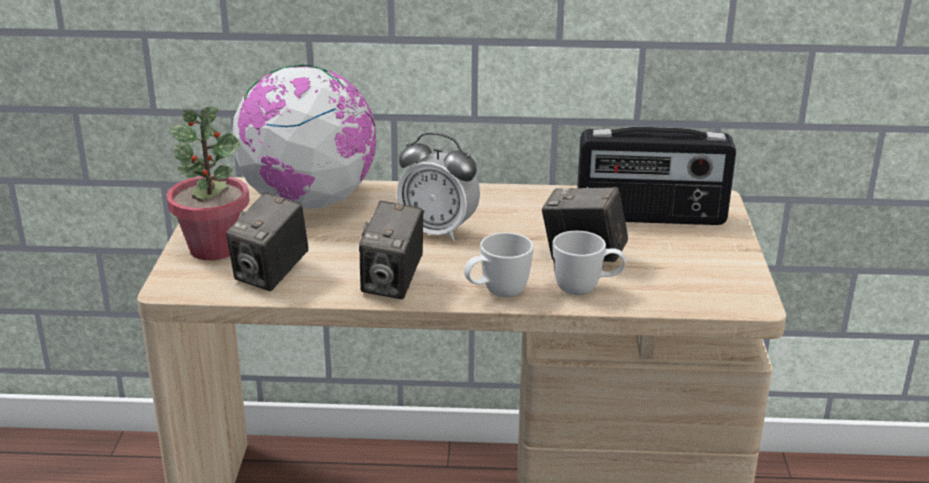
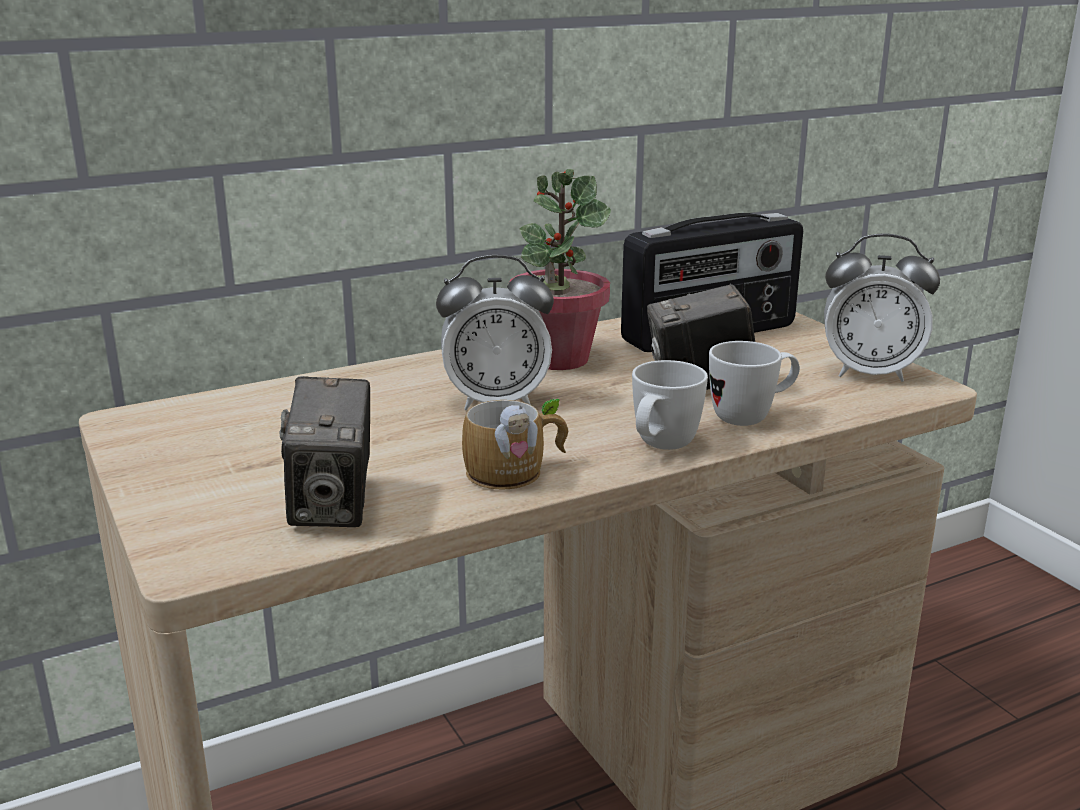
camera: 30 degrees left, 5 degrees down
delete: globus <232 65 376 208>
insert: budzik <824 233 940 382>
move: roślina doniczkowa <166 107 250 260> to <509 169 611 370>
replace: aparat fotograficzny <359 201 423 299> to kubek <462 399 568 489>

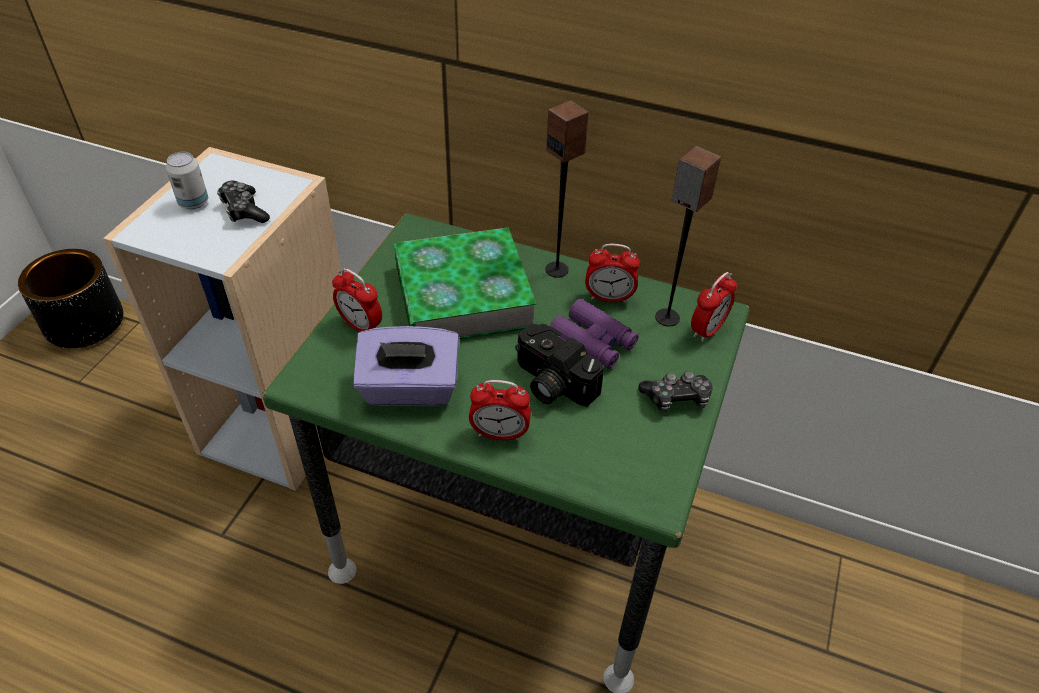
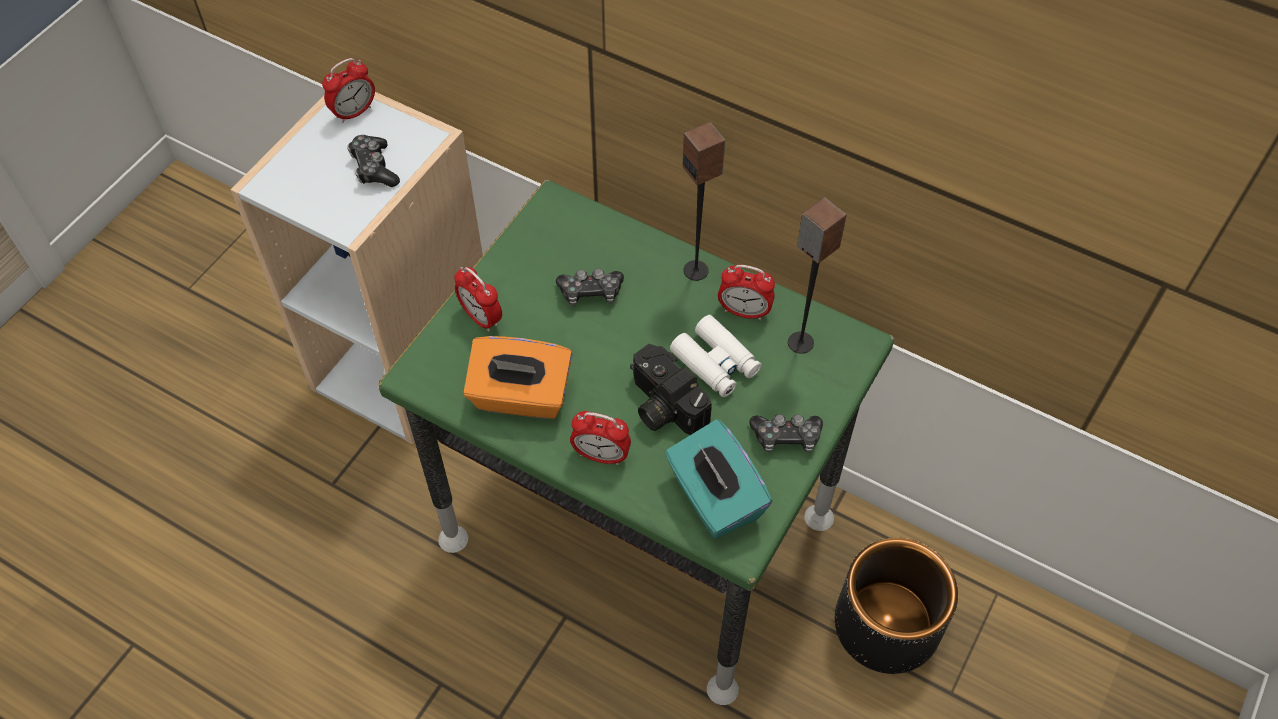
camera: 10 degrees right, 10 degrees up
delete: puszka <166 152 208 209>
insert: pudełko chusteczek (turkusowy) <665 419 773 539>
move: budzik <691 272 737 342> to <322 58 375 123>; donica (czarny) <18 249 123 348> to <835 538 958 674>
replace: książka <394 227 536 339> to pad do gier <556 268 624 306>
recolor: pudełko chusteczek (fioletowy) <353 326 459 406> to pudełko chusteczek (pomarańczowy) <463 336 572 419>; lornetka (fioletowy) <550 299 639 369> to lornetka (biały) <670 315 762 397>

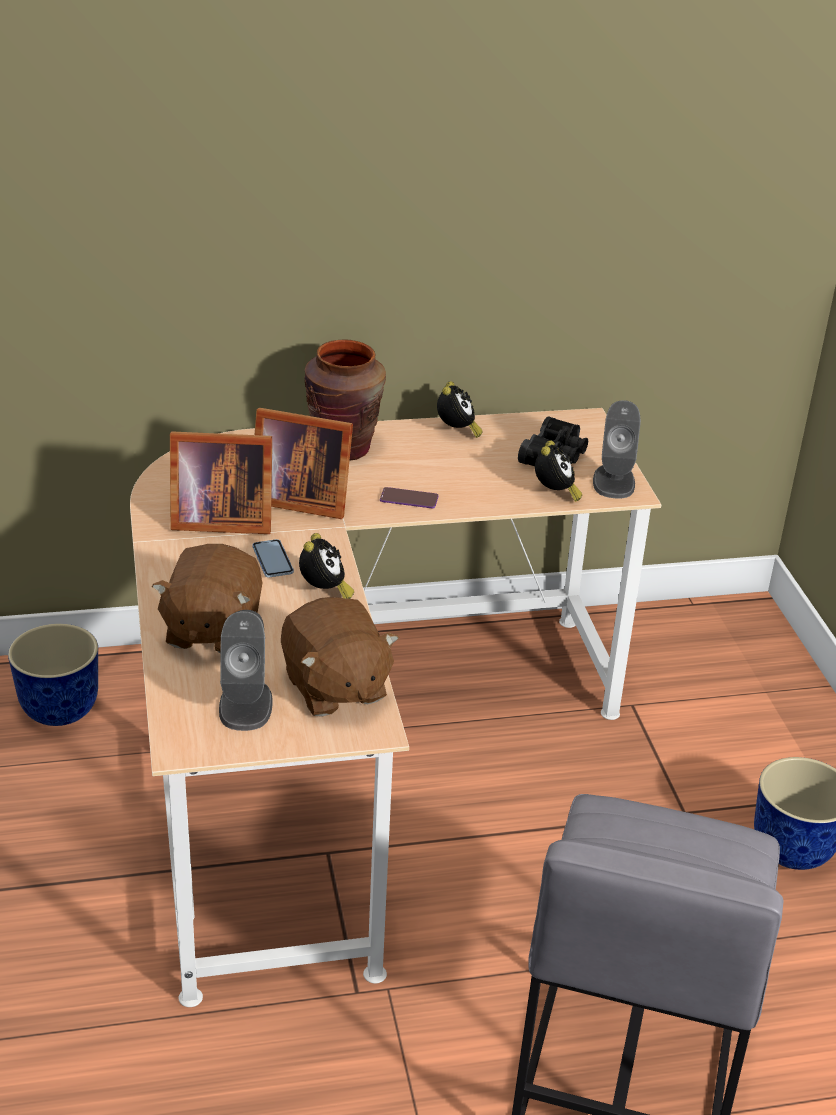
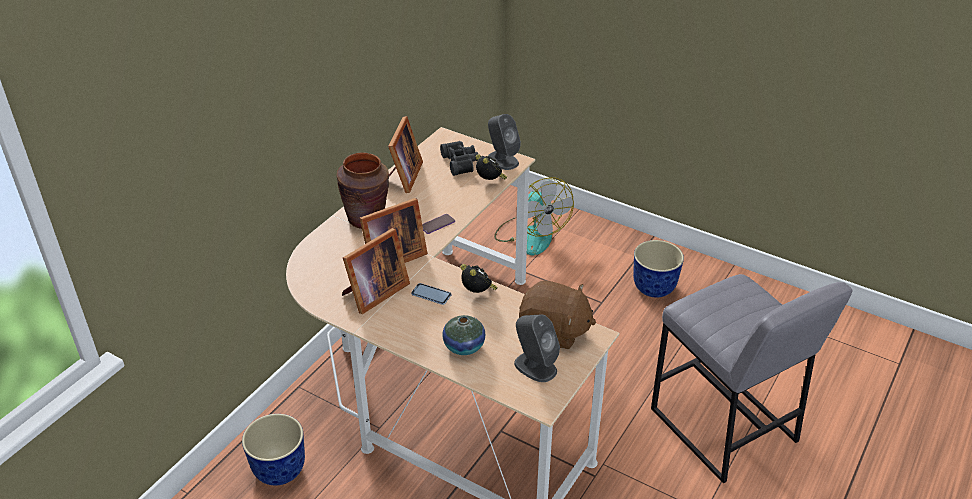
camera: 45 degrees left, 5 degrees up
insert: wentylator <494 177 574 255>
replace: budzik <437 381 483 438> to ramka na zdjęcie <388 116 423 193>; pluszak (brązowy) <152 544 263 654> to wazon <442 315 485 355>

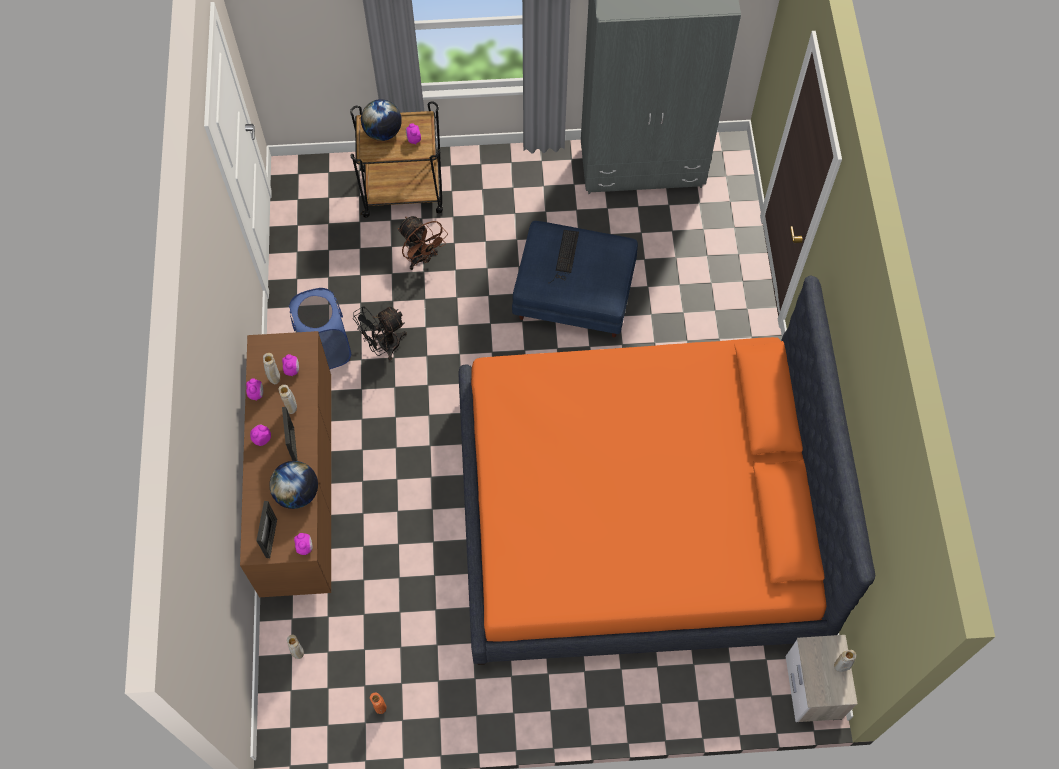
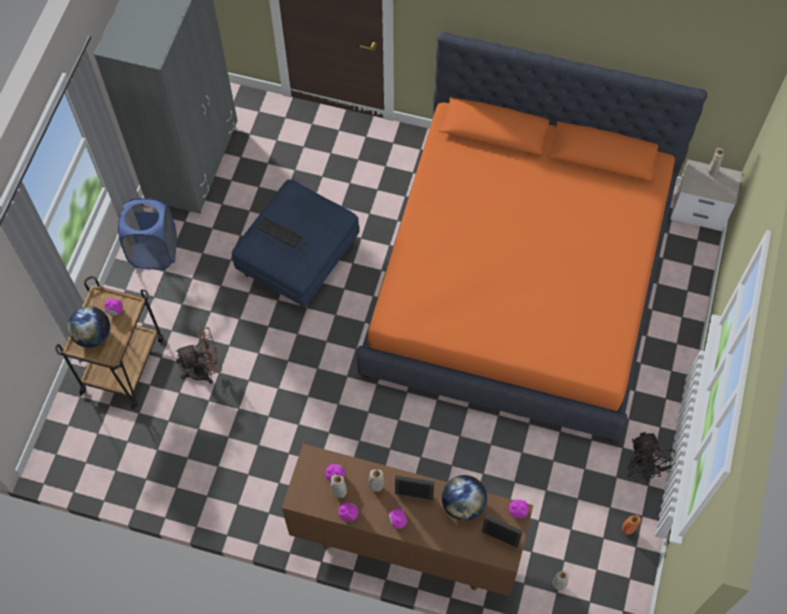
camera: 70 degrees left, 0 degrees up
move: kosz na pranie (niebieski) <289 288 352 369> to <118 198 177 269>; wentylator (czarny) <353 306 407 360> to <628 432 676 481>

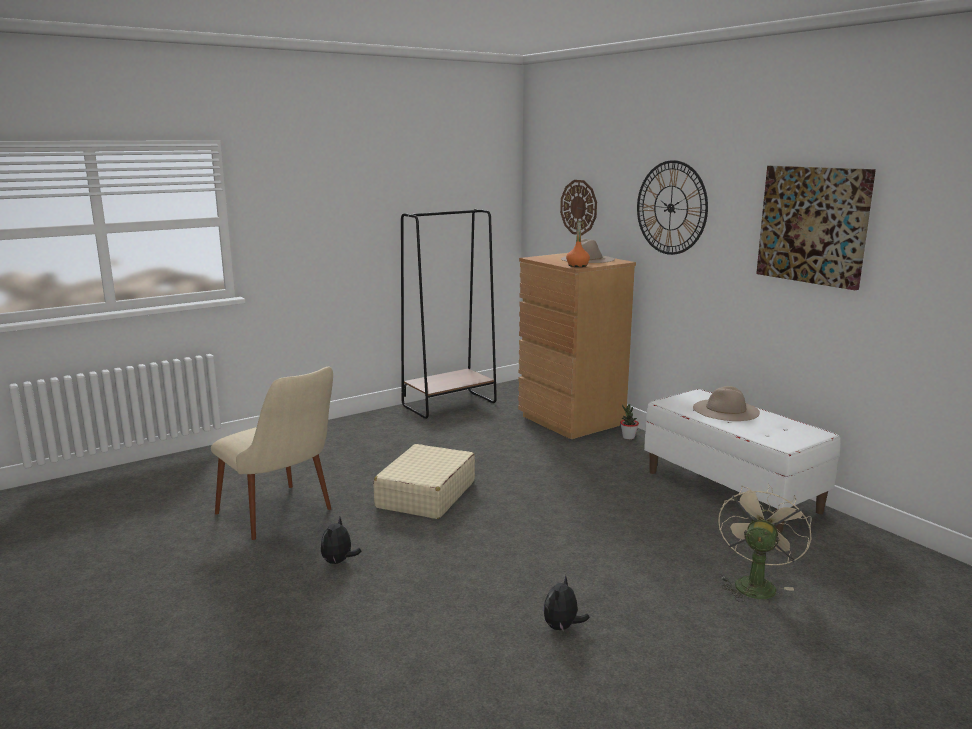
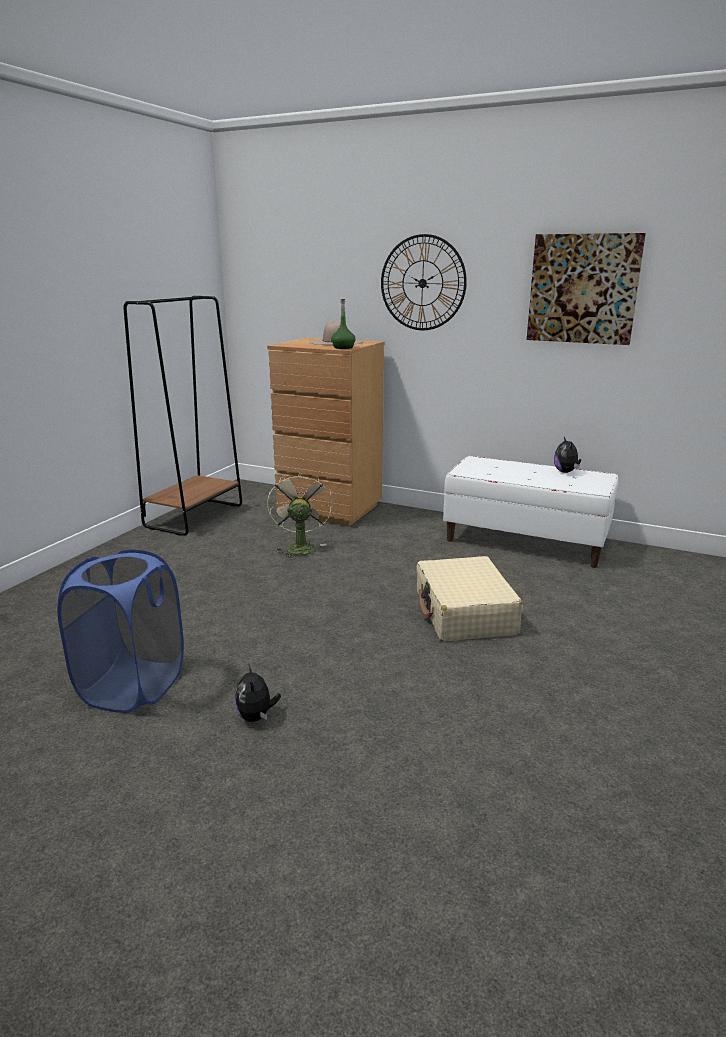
camera: 30 degrees left, 5 degrees up
delete: zegar ścienny <560 180 597 235>; roślina doniczkowa <620 404 639 440>; kapelusz (beżowy) <693 386 760 421>
move: wentylator (beżowy) <718 484 812 602> to <267 471 333 559>; walizka (beżowy) <374 444 475 519> to <416 556 523 641>; pluszak <543 574 590 632> to <554 437 581 473>
replace: krzesło (beżowy) <211 366 333 540> to kosz na pranie (niebieski) <57 549 184 713>
recolor: butelka (pomarańczowy) <566 221 590 267> to butelka (zielony) <331 299 356 349>

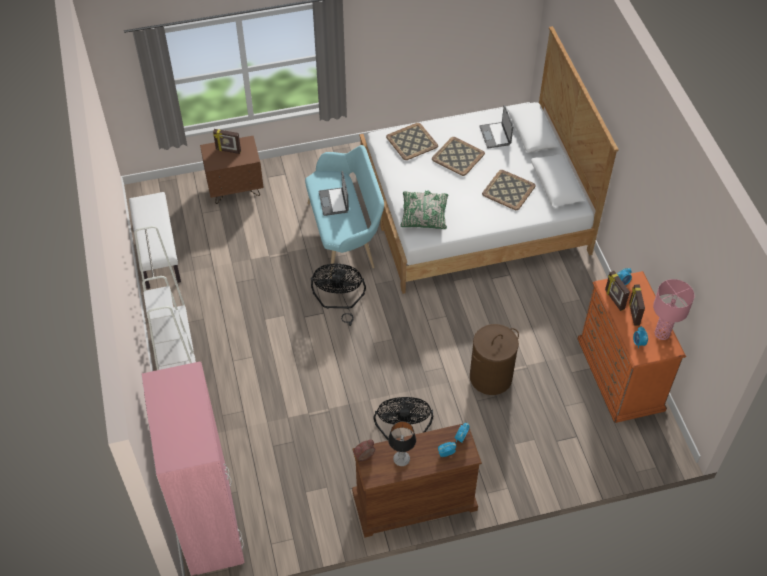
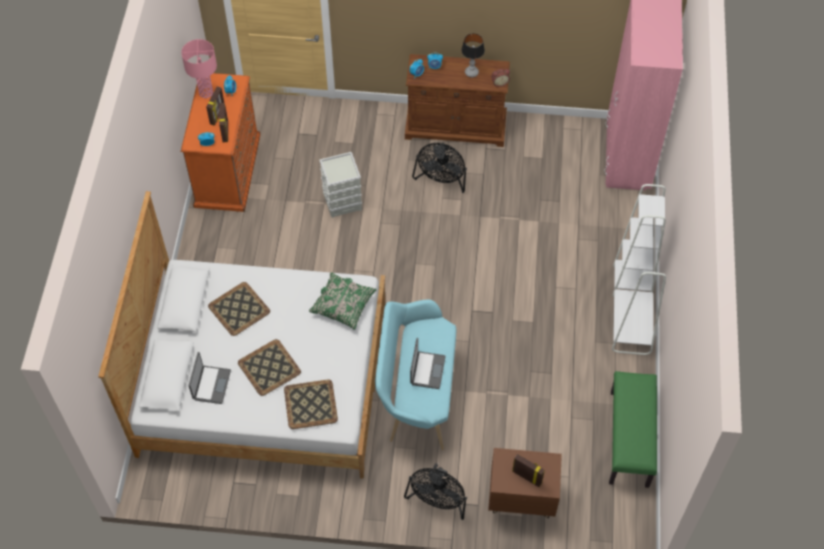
camera: 160 degrees left, 5 degrees up
move: wentylator (czarny) <311 264 366 326> to <404 464 467 520>
replace: kosz na pranie (brązowy) <470 324 519 395> to pojemnik do przechowywania (szary) <319 152 362 218>
recolor: ławka (biały) <129 192 181 289> to ławka (zielony) <609 371 657 488>

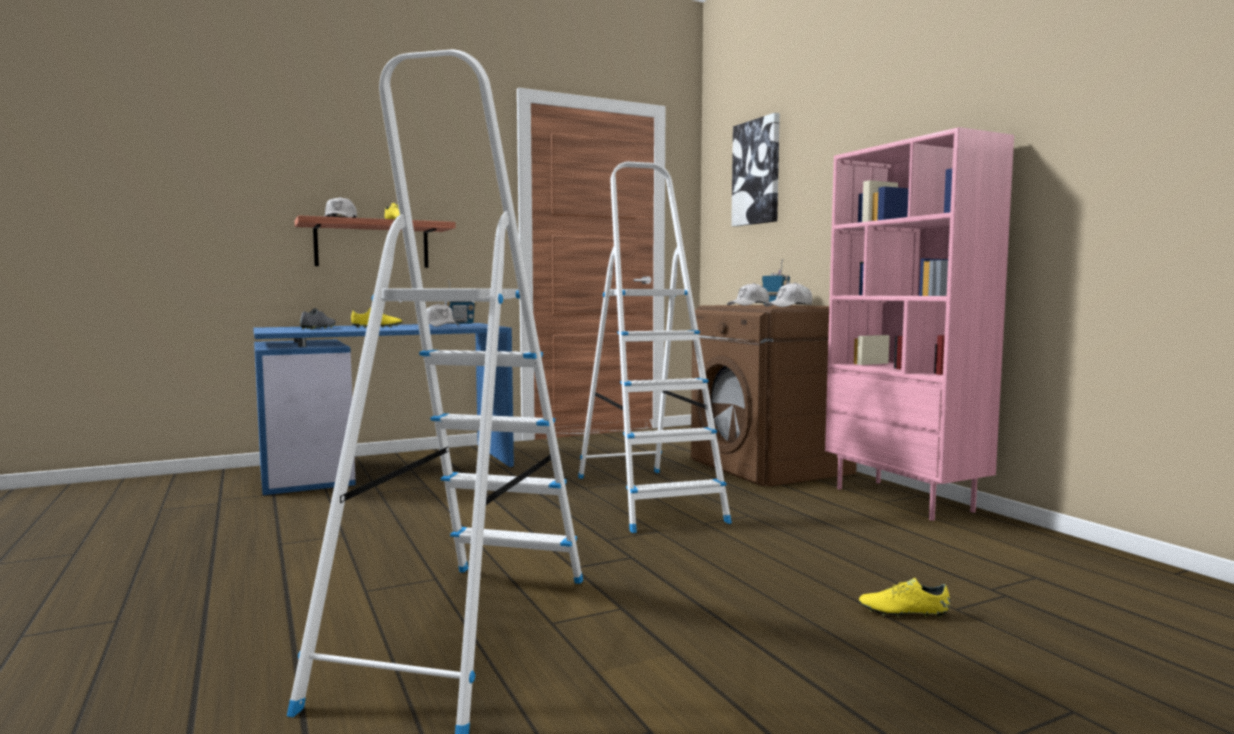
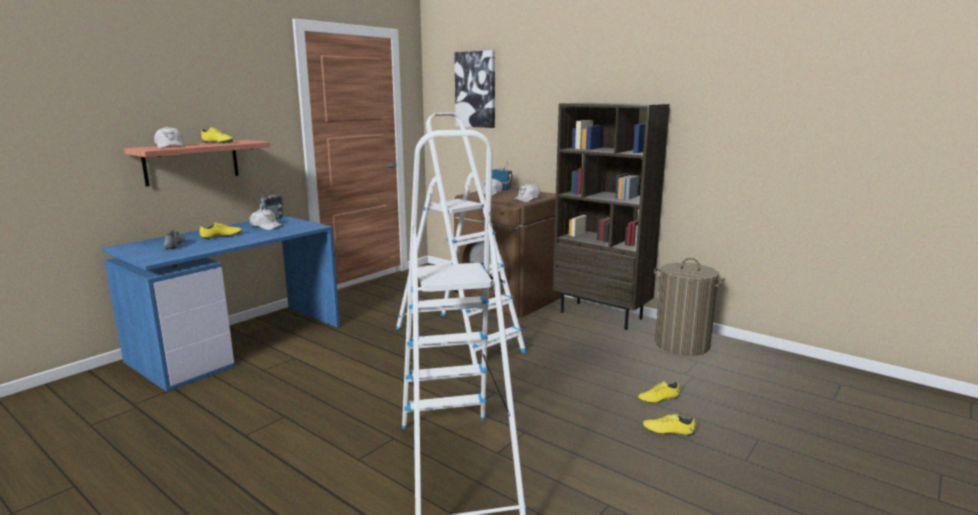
camera: 25 degrees left, 10 degrees up
insert: but (żółty) <643 413 696 437>; kosz na pranie <654 258 725 356>
recolor: regał (różowy) <825 127 1014 521> to regał (brązowy) <553 103 670 330>

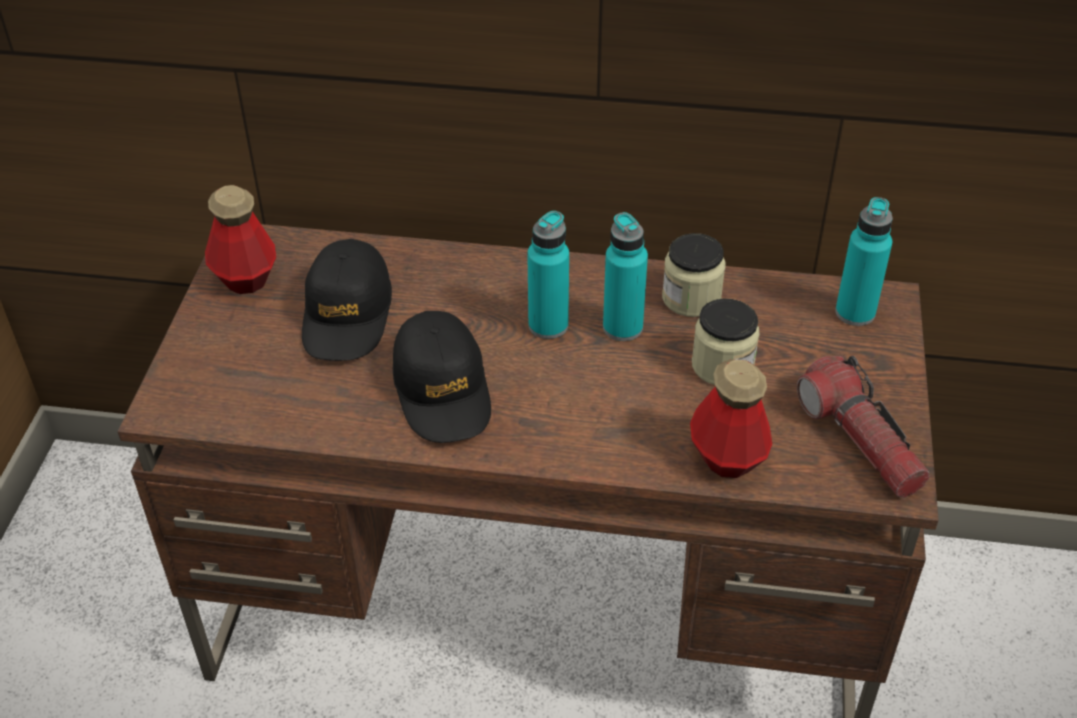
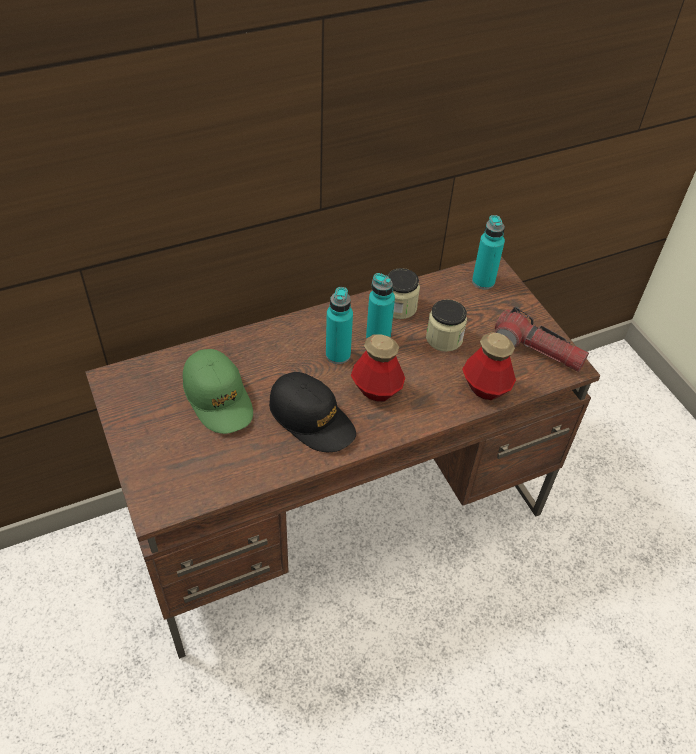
camera: 35 degrees left, 5 degrees up
move: butelka <205 185 276 294> to <351 334 405 401>
recolor: czapka z daszkiem (czarny) <302 239 392 361> to czapka z daszkiem (zielony) <183 349 253 434>

